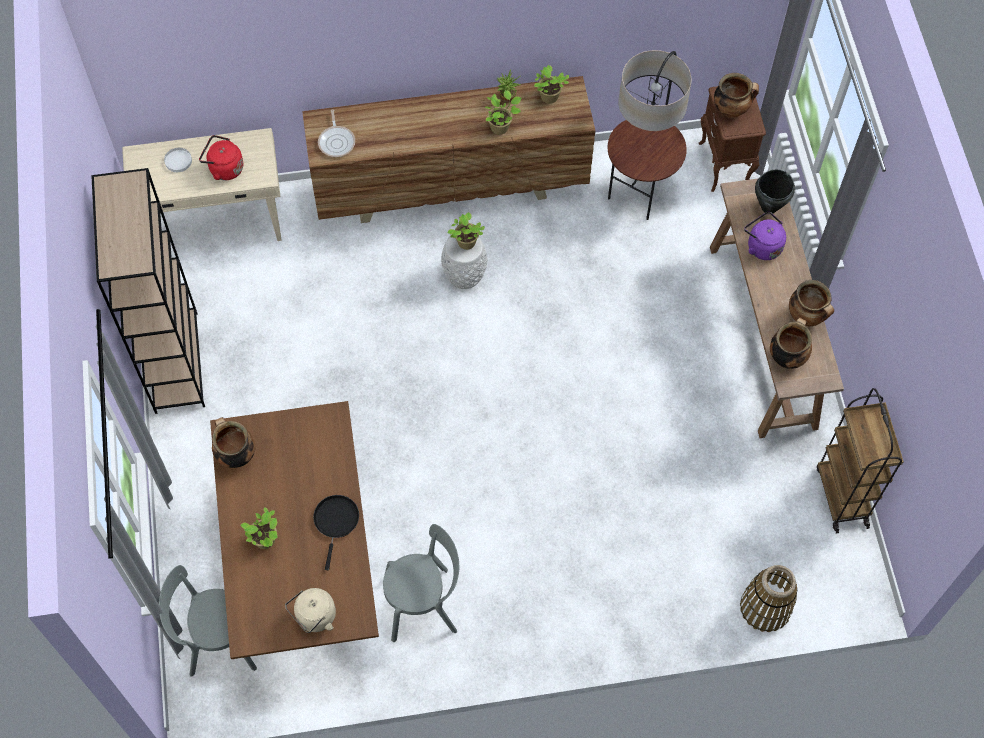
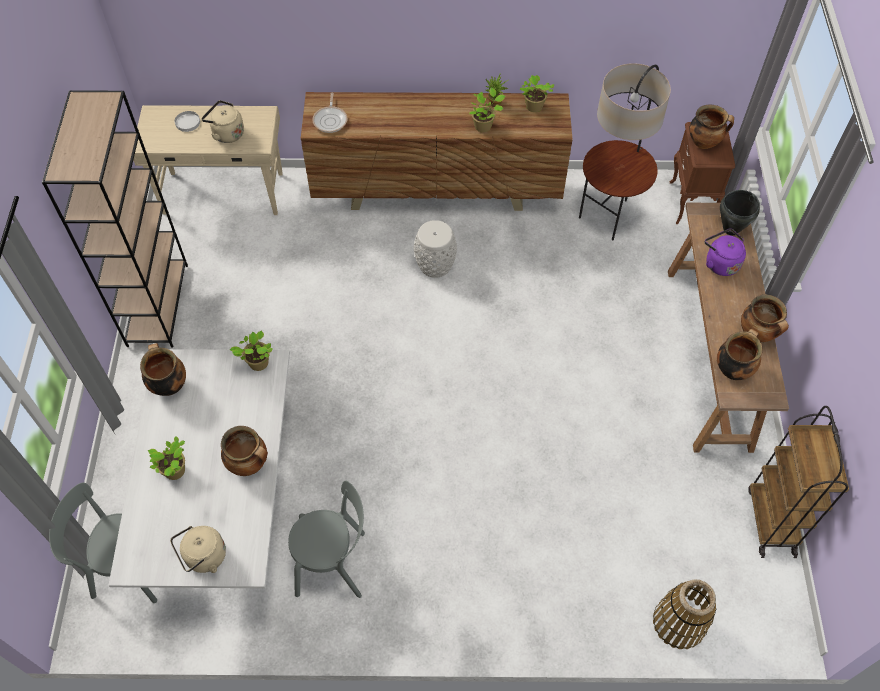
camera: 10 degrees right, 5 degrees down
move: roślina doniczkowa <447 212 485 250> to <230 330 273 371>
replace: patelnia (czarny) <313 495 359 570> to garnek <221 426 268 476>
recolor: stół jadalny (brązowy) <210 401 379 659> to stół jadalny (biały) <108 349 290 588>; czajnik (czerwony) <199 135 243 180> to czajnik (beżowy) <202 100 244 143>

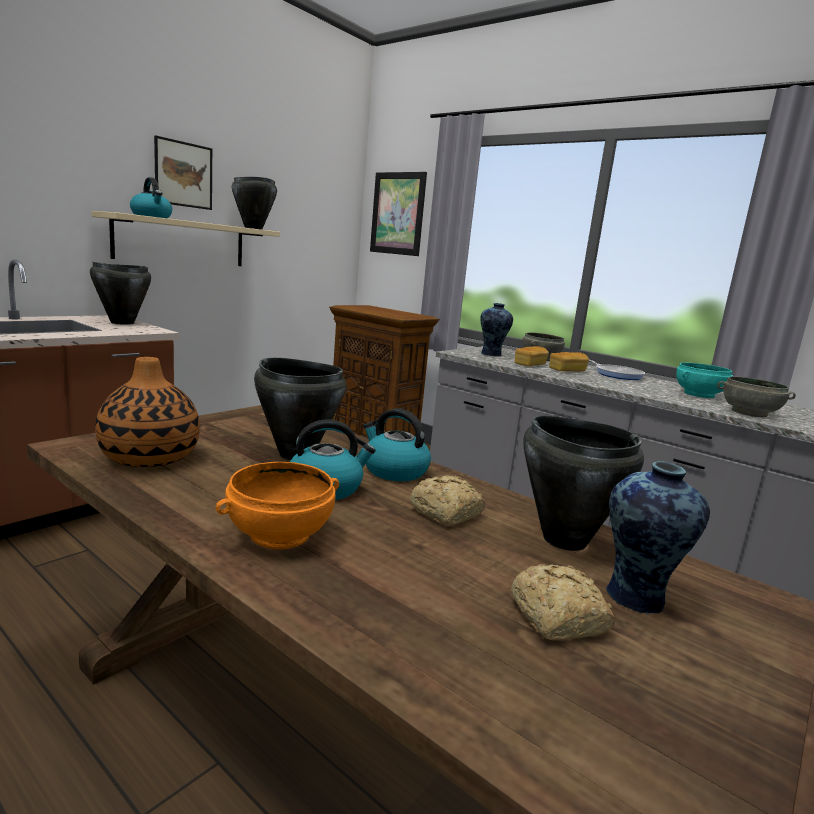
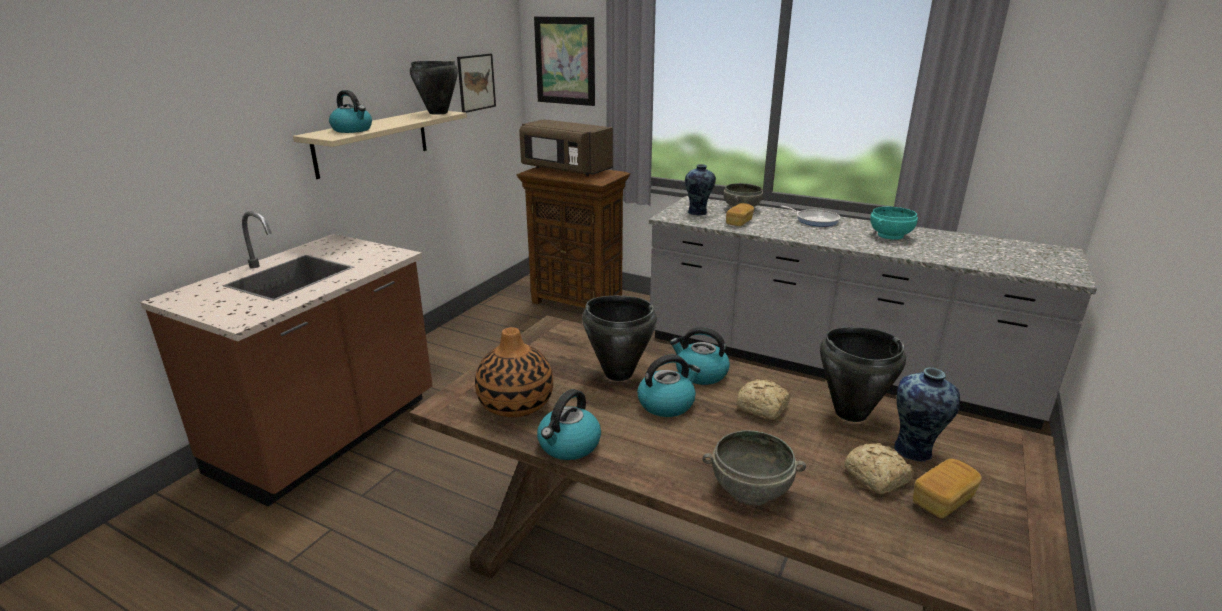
camera: 10 degrees left, 10 degrees up
delete: garnek (czarny) <90 262 151 325>; miska (pomarańczowy) <216 462 339 549>
insert: mikrofalówka (brązowy) <519 119 613 176>; czajnik <537 389 601 460>
move: obraz <154 135 212 210> to <457 54 496 113>; miska (szary) <717 377 796 417> to <702 430 806 505>; chleb <549 352 589 372> to <913 459 982 519>

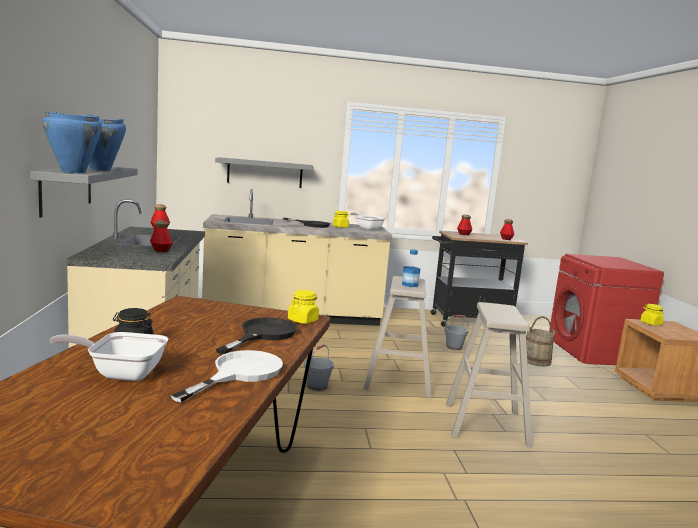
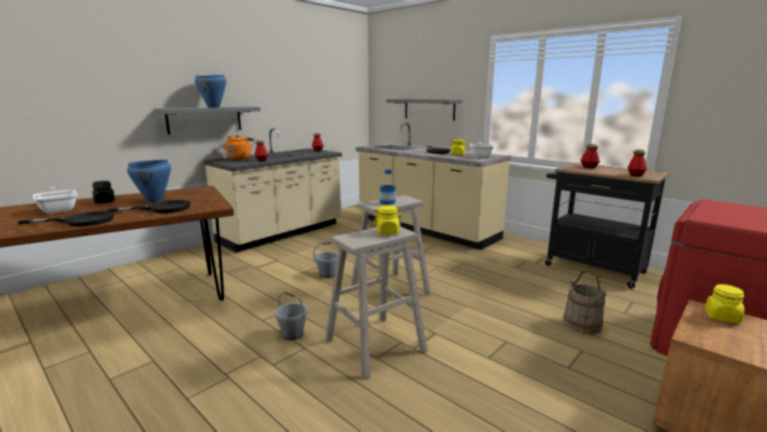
camera: 50 degrees right, 5 degrees up
insert: czajnik (pomarańczowy) <223 135 254 160>
move: garnek (niebieski) <42 112 102 173> to <127 160 171 203>; wiadro (szary) <444 315 469 350> to <275 291 308 340>; słoik (żółty) <288 290 319 324> to <374 206 402 234>
recolor: patelnia (biały) <171 350 283 403> to patelnia (czarny) <18 211 115 227>

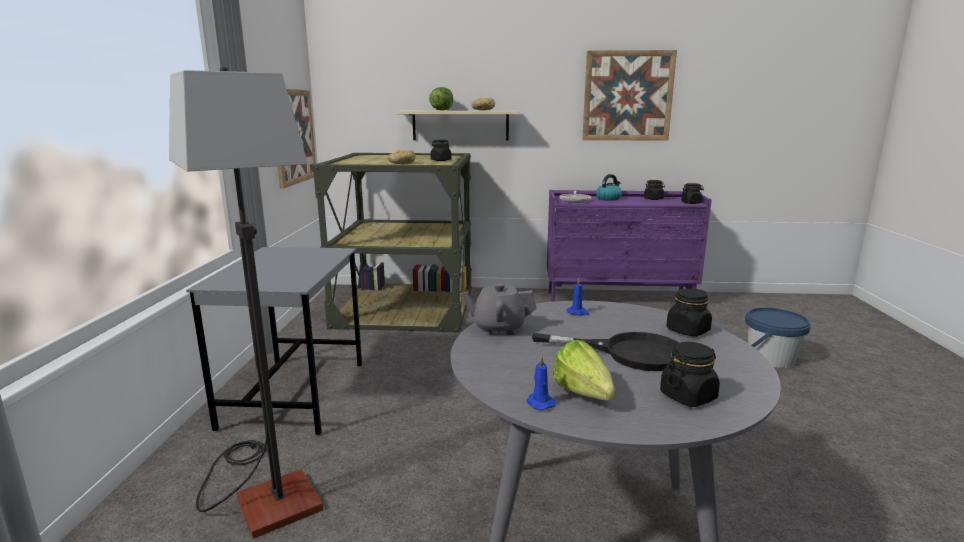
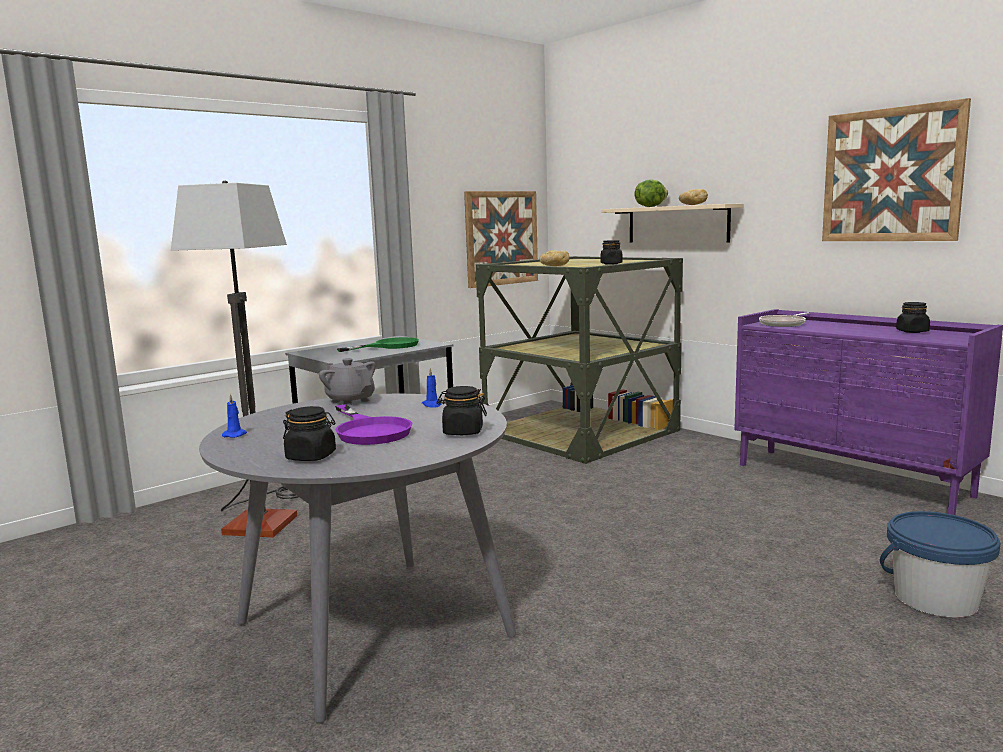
camera: 45 degrees right, 5 degrees down
delete: sałata <552 340 615 400>; czajnik <596 174 622 201>; słoik (czarny) <681 183 704 204>
insert: patelnia (zielony) <337 337 419 352>
recolor: patelnia (czarny) <532 332 679 371> to patelnia (fioletowy) <335 404 413 445>

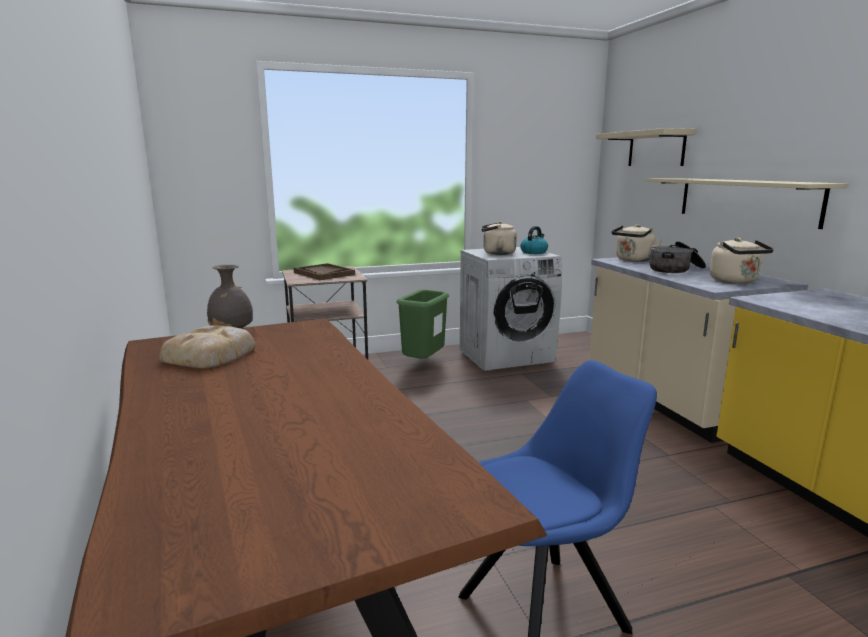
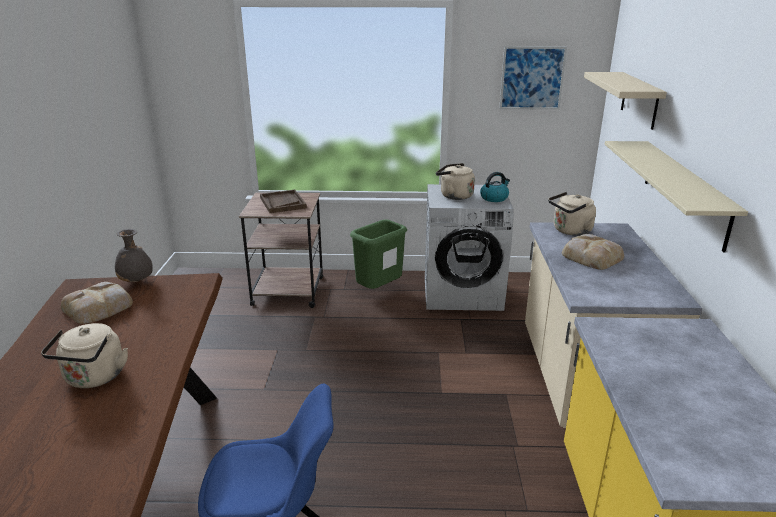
camera: 20 degrees right, 10 degrees up
insert: obraz <499 46 567 110>
move: czajnik (beżowy) <710 238 774 284> to <41 323 128 388>
replace: garnek <650 241 706 273> to chleb <562 234 624 270>

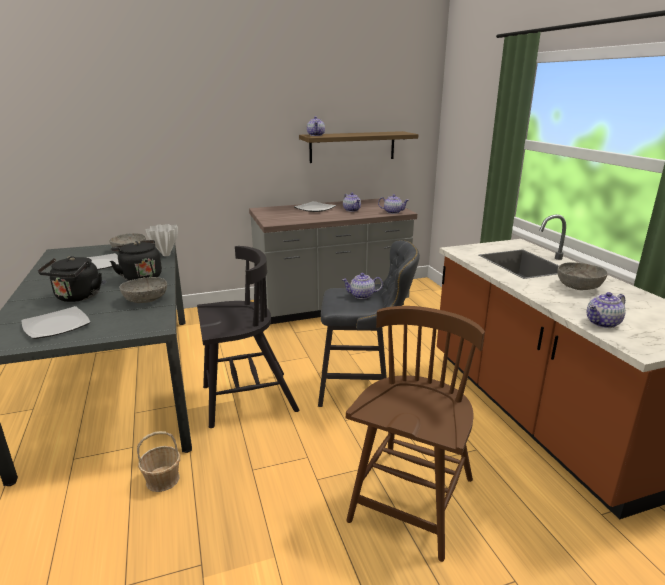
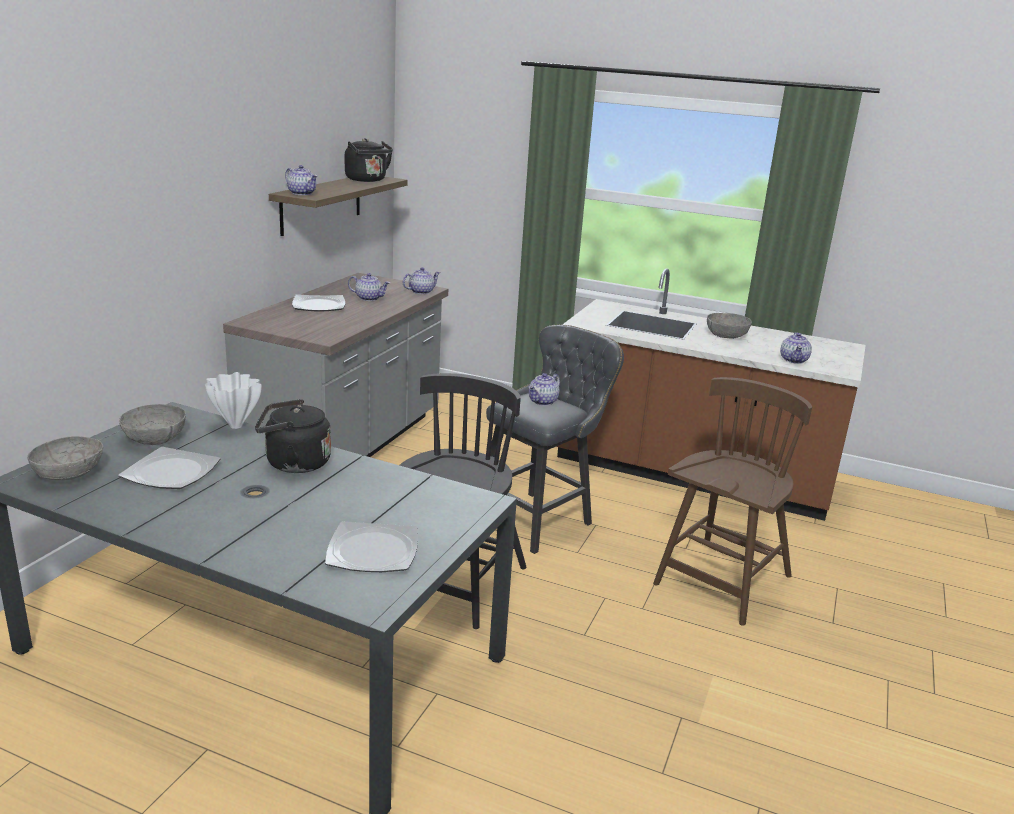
camera: 50 degrees left, 0 degrees up
delete: koszyk <137 431 180 492>
move: miska (szary) <119 277 167 303> to <27 436 103 480>; czajnik (czarny) <38 256 102 302> to <345 138 393 182>
rotate: krzesło (brązowy) <346 306 485 562> = <653 377 812 626> 60 degrees clockwise

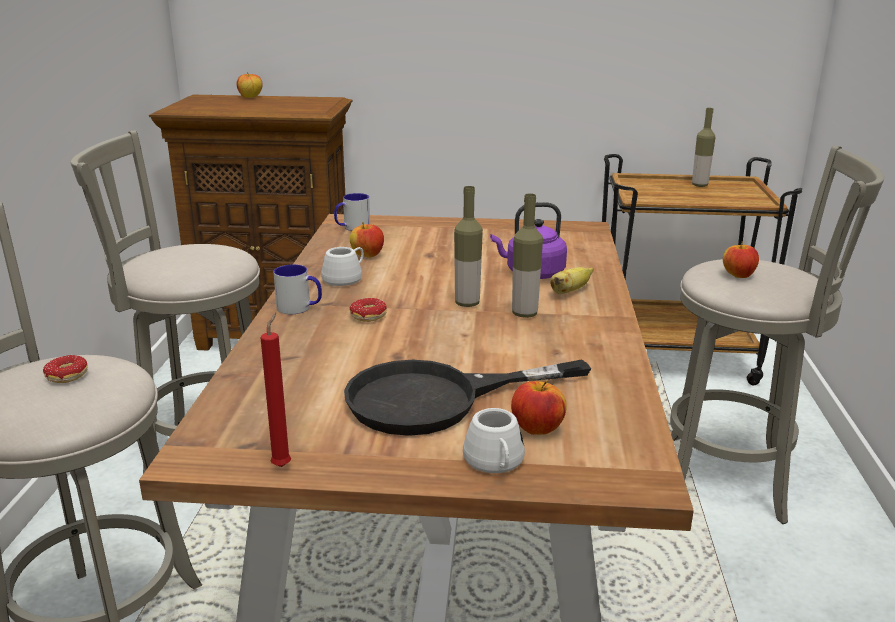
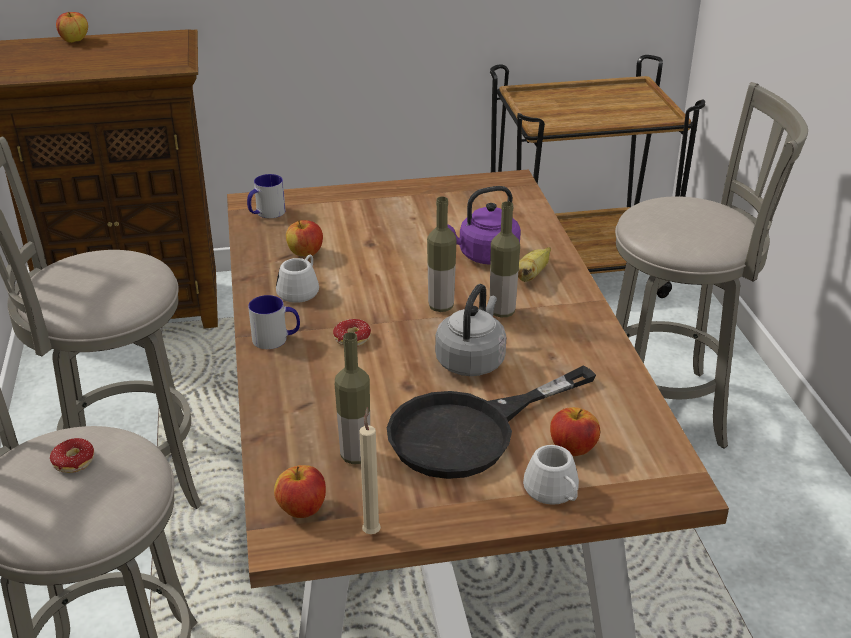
camera: 15 degrees left, 10 degrees up
insert: czajnik (szary) <435 284 506 376>
move: jabłko <723 242 759 278> to <274 465 326 518>; butelka <692 108 715 187> to <335 332 370 464>
recolor: świeca (czerwony) <260 313 291 467> to świeca (beżowy) <359 407 381 534>

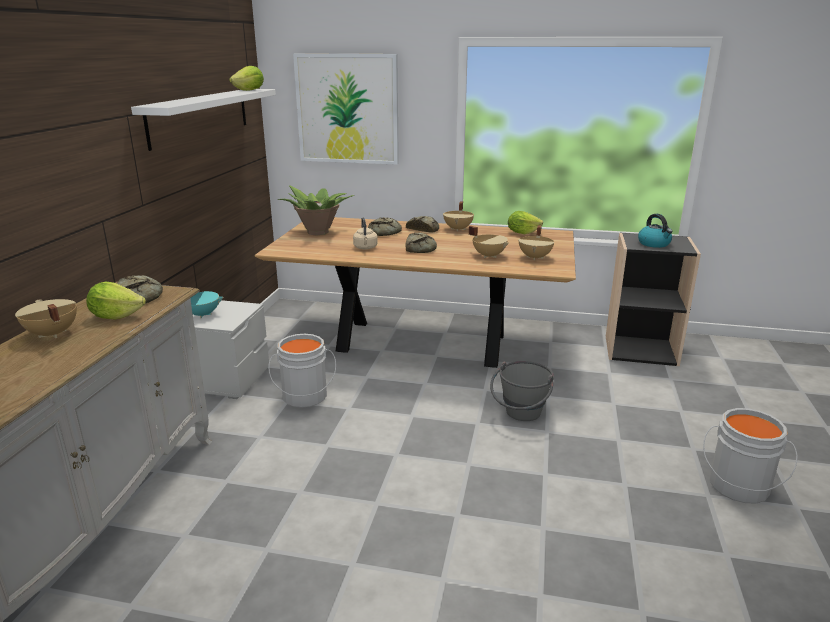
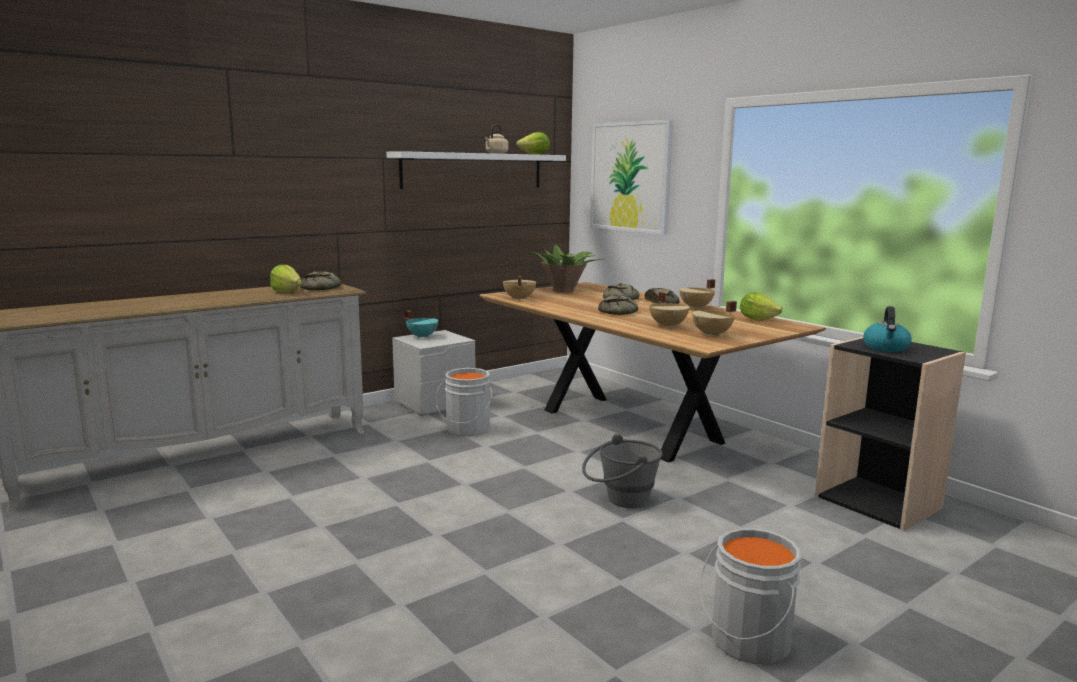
camera: 40 degrees right, 10 degrees down
move: czajnik (beżowy) <353 217 378 249> to <485 124 508 154>; garnek (beżowy) <15 299 77 338> to <503 276 537 300>

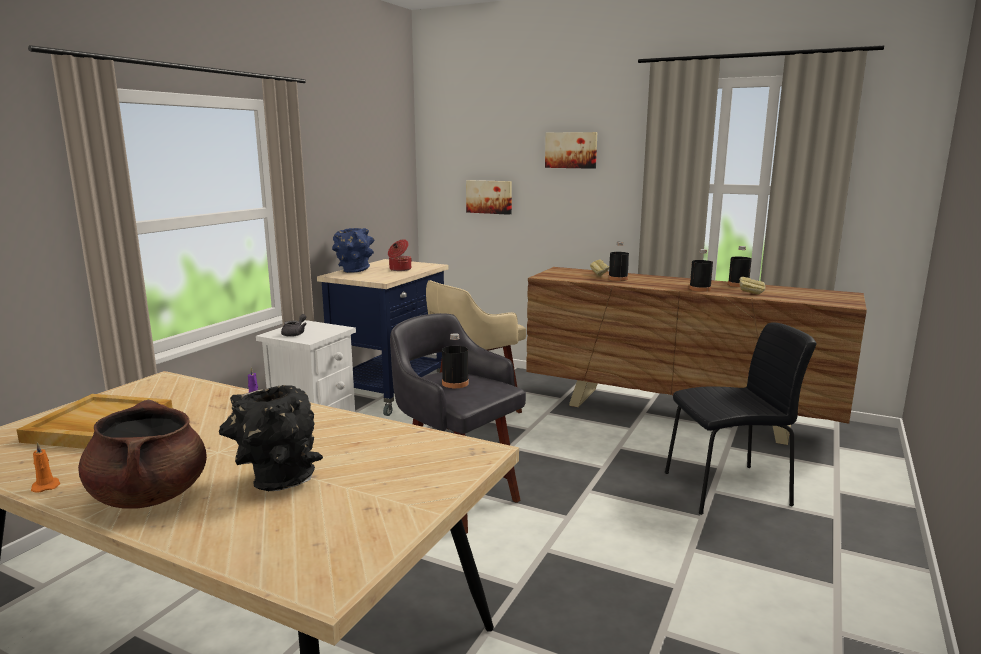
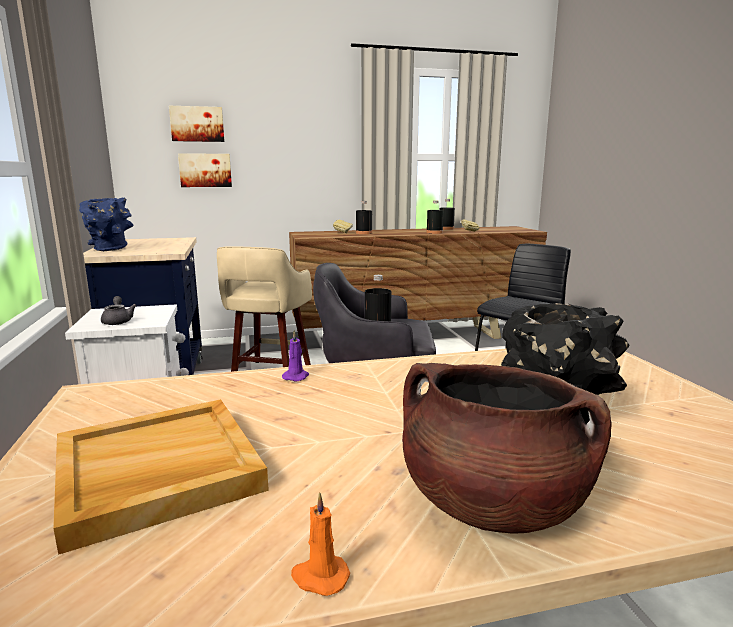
camera: 40 degrees left, 0 degrees up
delete: garnek <388 239 412 271>
move: obraz <545 132 597 169> to <169 106 224 142>

